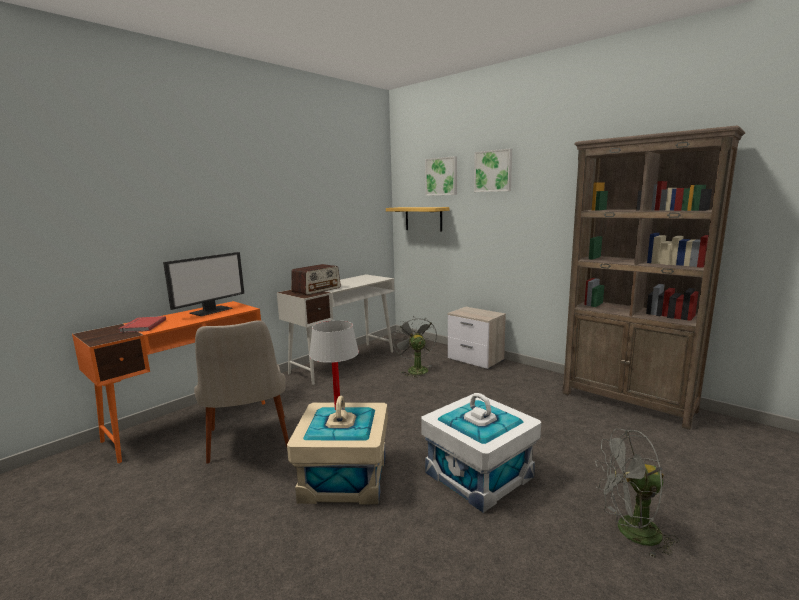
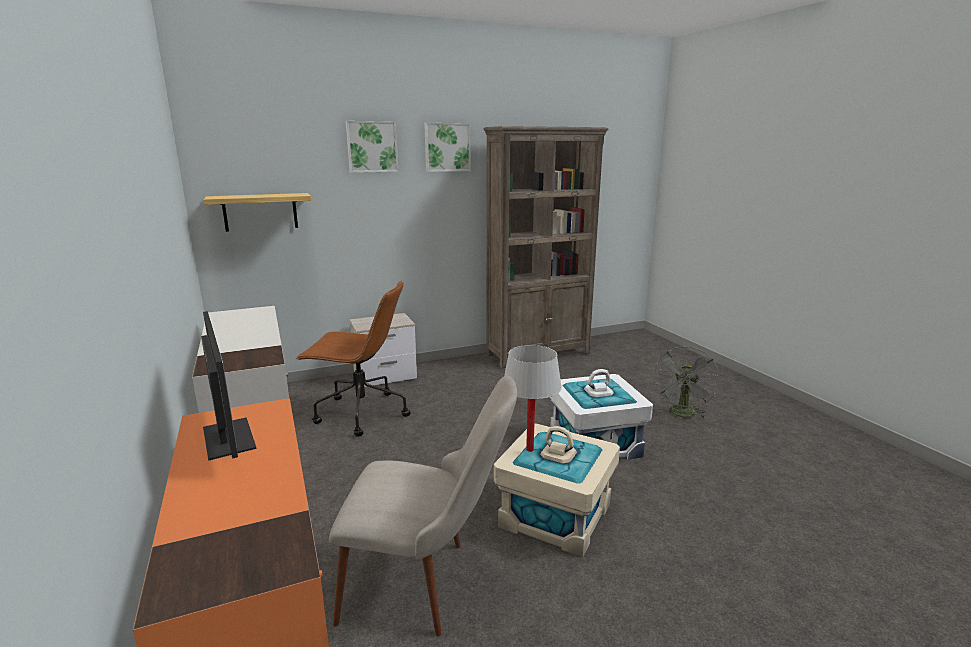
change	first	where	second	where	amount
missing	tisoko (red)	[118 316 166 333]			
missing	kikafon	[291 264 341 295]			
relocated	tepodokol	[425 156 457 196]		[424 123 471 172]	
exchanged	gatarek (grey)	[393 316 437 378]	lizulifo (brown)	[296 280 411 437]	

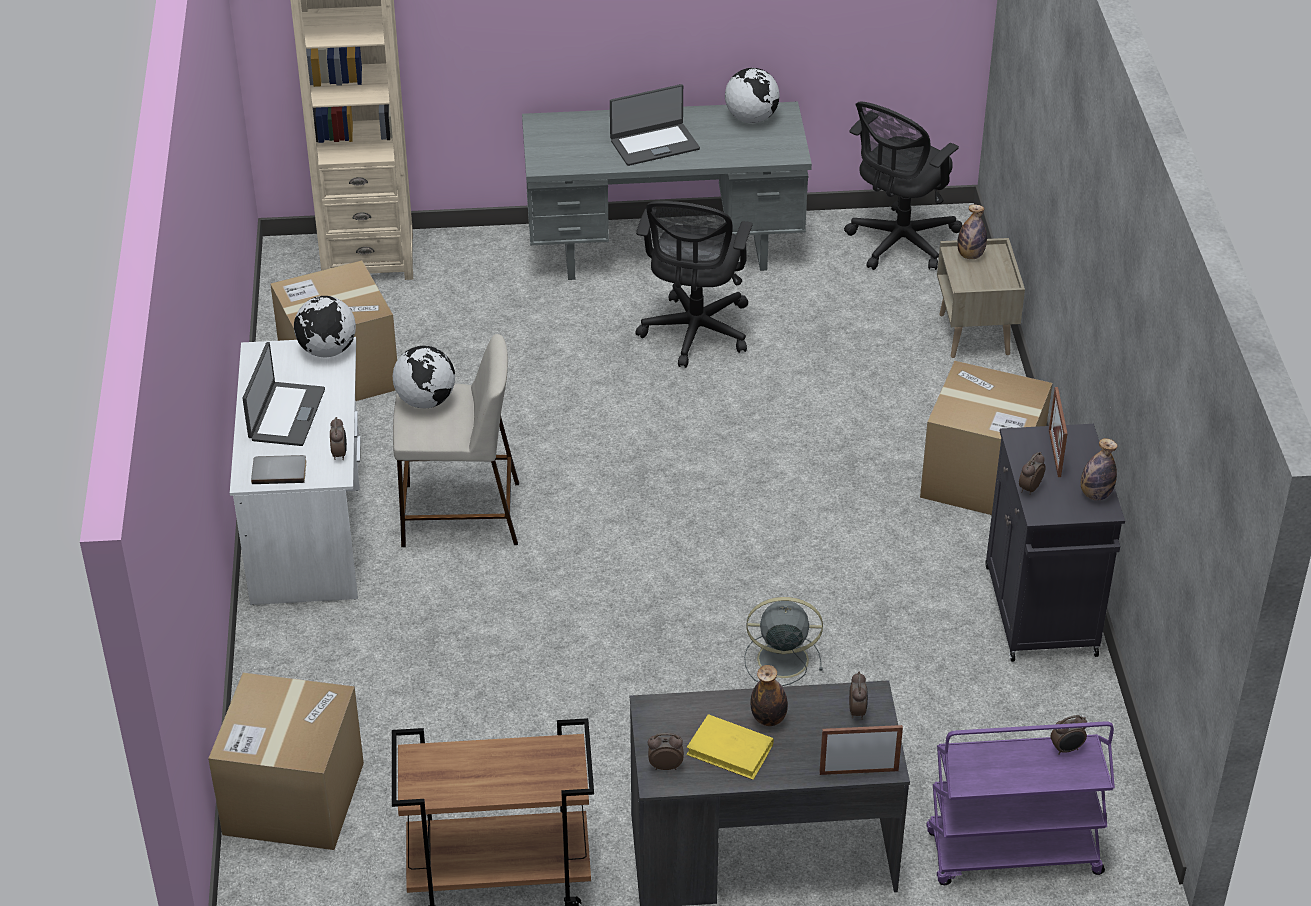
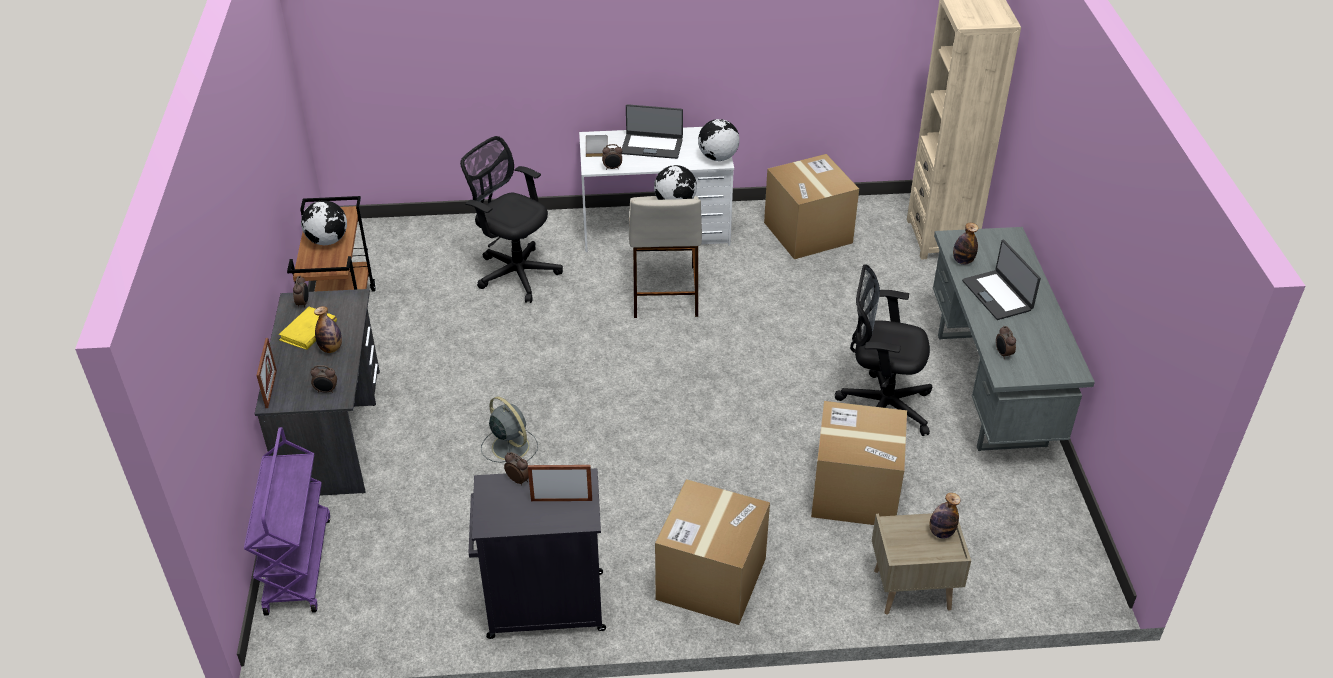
change	first	where	second	where	amount
relocated	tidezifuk	[208 673 364 850]		[811 401 907 525]	
relocated	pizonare	[725 68 780 123]		[301 200 347 245]	
relocated	lizulifo (black)	[844 102 962 270]		[460 136 563 303]	
relocated	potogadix	[1050 715 1087 755]		[996 326 1016 359]	
relocated	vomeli	[1081 438 1118 501]		[953 223 978 265]	
spun	gatarek (grey)	[744 597 823 686]		[481 396 538 463]	45 degrees counterclockwise

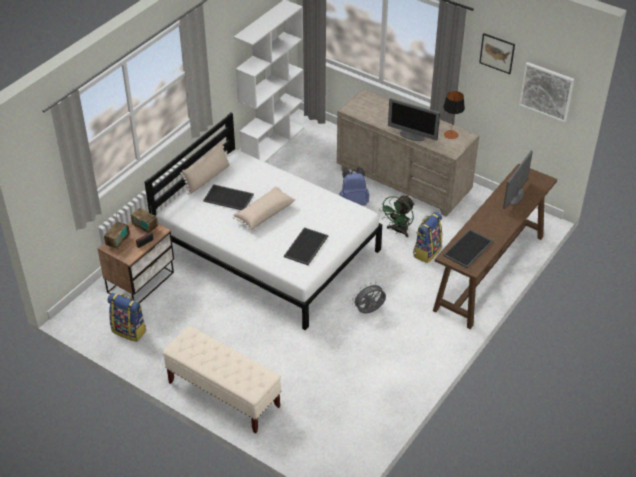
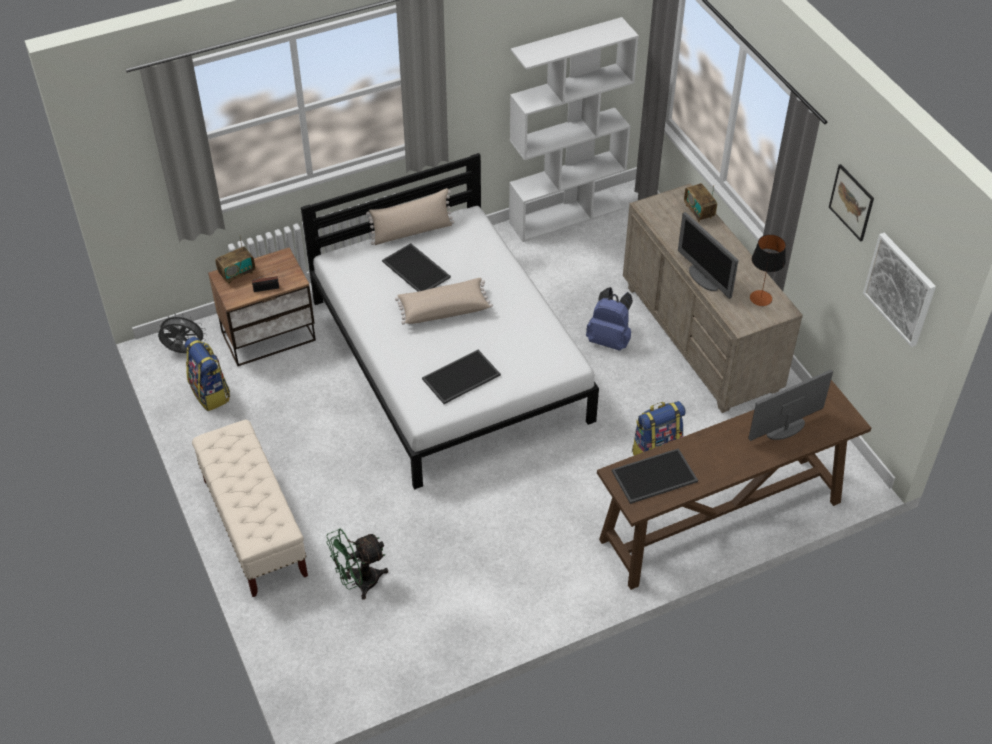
change	first	where	second	where	amount
relocated	kikafon	[131 206 158 233]		[684 183 717 222]	
relocated	gatarek (grey)	[352 283 386 313]		[157 313 207 353]	
relocated	gatarek (green)	[379 195 415 237]		[326 529 388 600]	

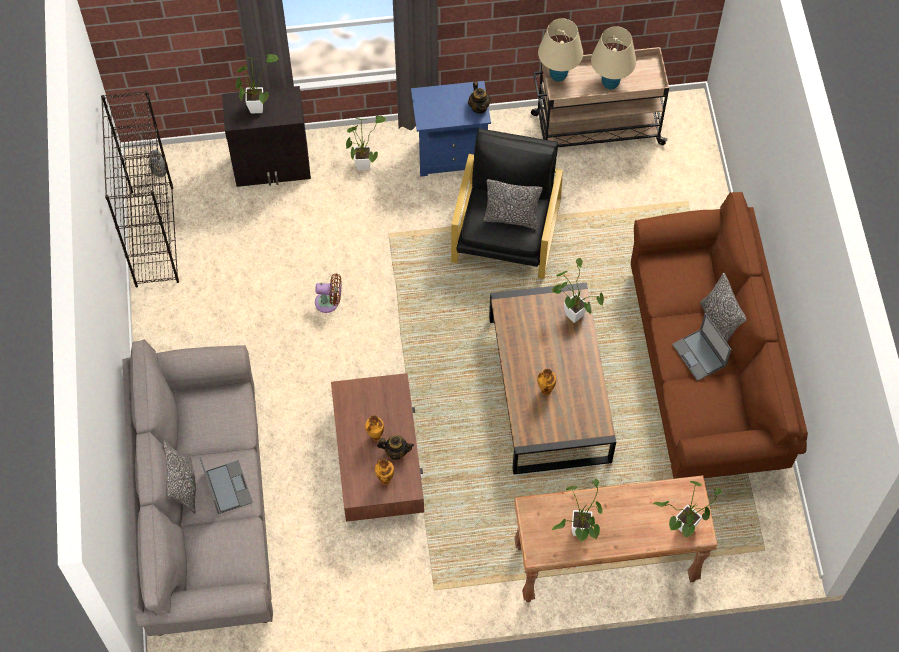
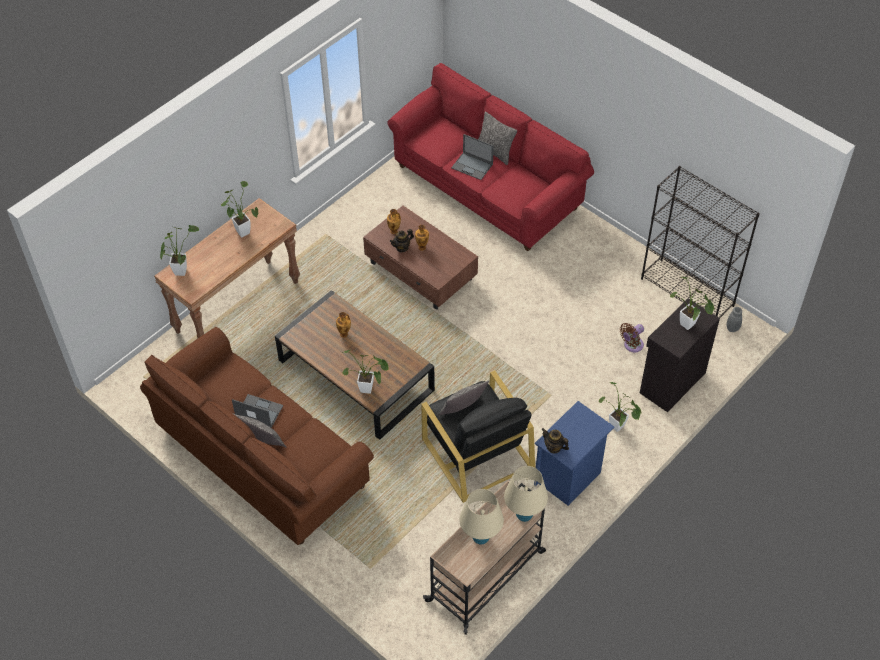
change	first	where	second	where	amount
relocated	gatarek (brown)	[315 273 342 313]		[620 323 644 352]	
colour	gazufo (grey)	[122 339 273 636]	gazufo (red)	[388 63 594 251]	

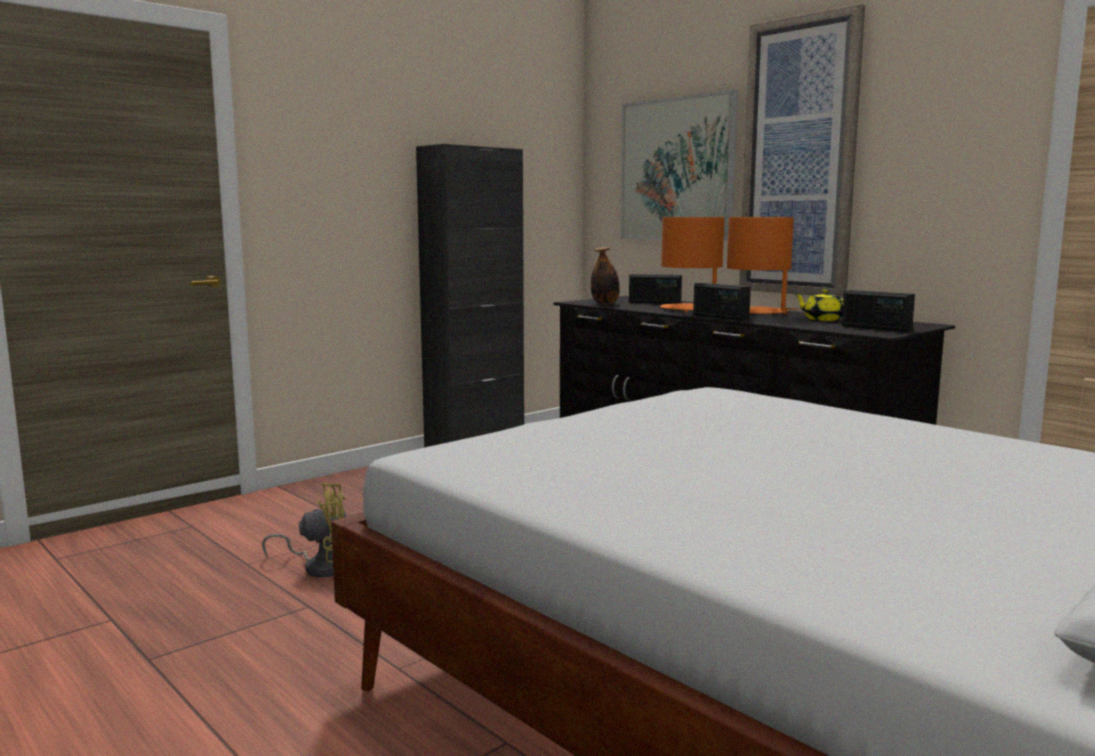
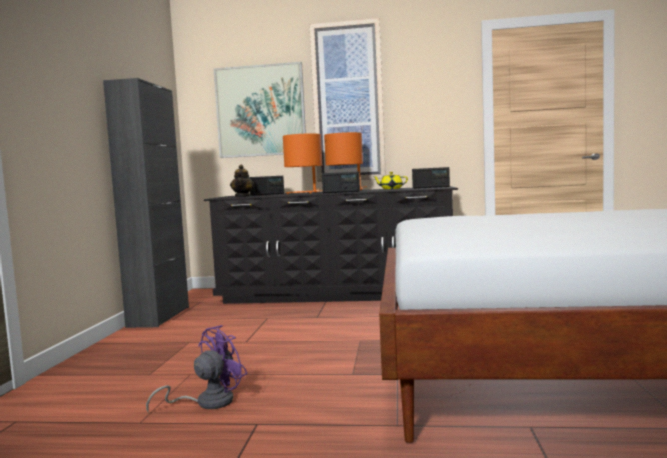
change	first	where	second	where	amount
exchanged	vomeli	[591 247 620 305]	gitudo	[230 164 254 197]	
colour	gatarek (yellow)	[262 483 347 577]	gatarek (purple)	[146 325 248 414]	

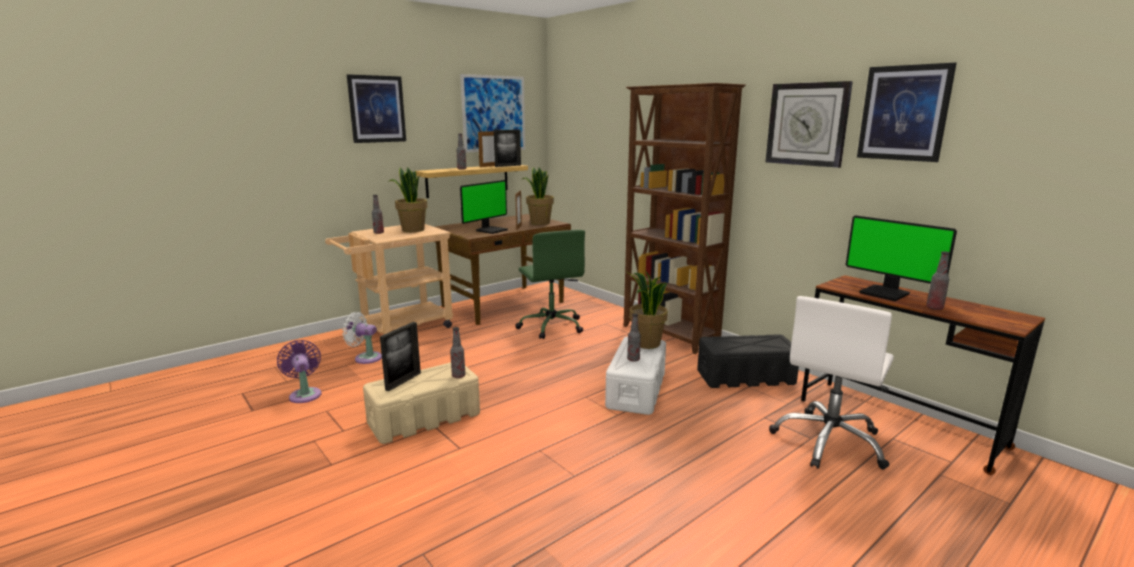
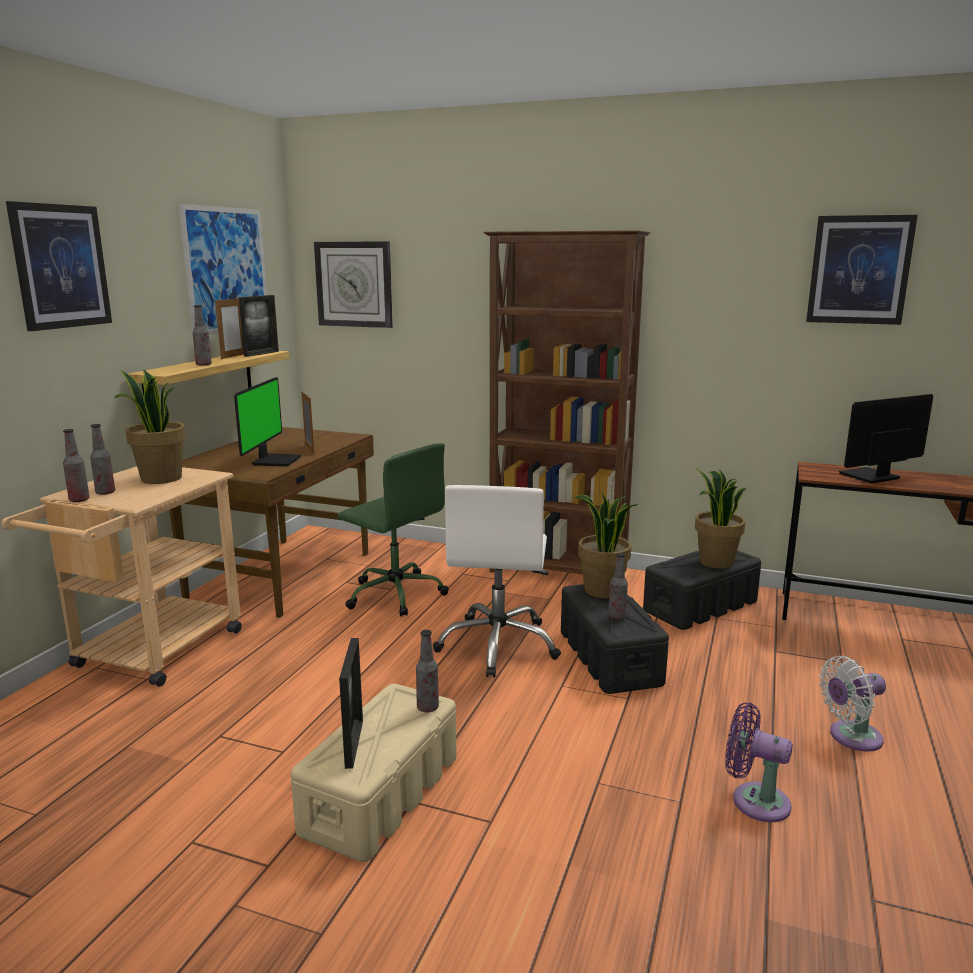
change	first	where	second	where	amount
relocated	gatarek (purple)	[277 340 322 403]		[725 703 793 822]	
relocated	gatarek (white)	[342 312 382 364]		[819 656 886 752]	
relocated	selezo	[521 167 554 225]		[695 467 747 569]	
relocated	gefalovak	[765 81 853 168]		[314 241 393 328]	
relocated	lizulifo (white)	[769 296 894 469]		[433 485 561 678]	
relocated	vomeli	[926 251 950 310]		[63 429 90 502]	
colour	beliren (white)	[605 337 666 415]	beliren (black)	[561 584 669 694]	
spun	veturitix	[846 215 957 301]		[839 394 933 484]	135 degrees clockwise

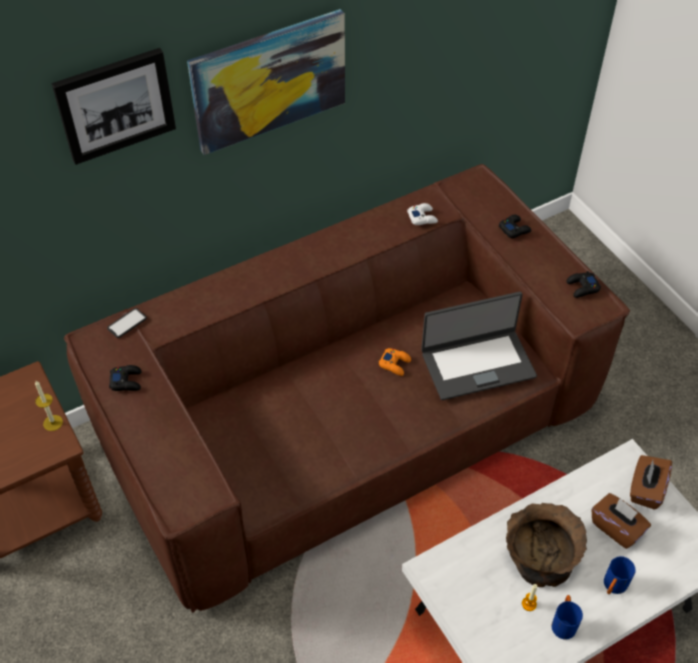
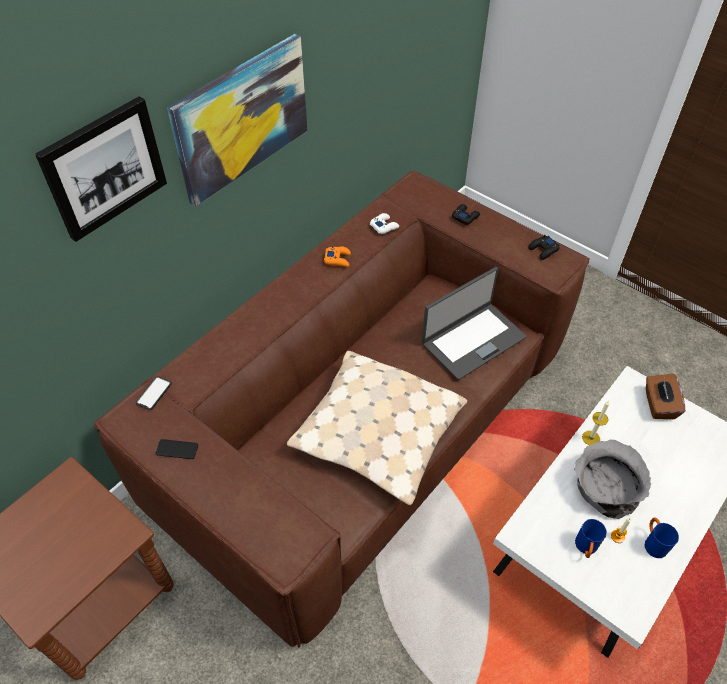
change	first	where	second	where	amount
missing	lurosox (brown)	[592 493 651 549]			
appeared			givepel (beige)	[287 351 467 505]	
relocated	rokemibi	[35 381 63 431]		[582 401 610 446]	
relocated	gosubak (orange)	[378 348 411 376]		[324 246 351 267]	
relocated	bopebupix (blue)	[604 556 636 594]		[575 519 607 558]	
exchanged	gosubak (black)	[109 365 142 391]	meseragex	[156 439 198 459]	
colour	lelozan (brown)	[506 503 587 587]	lelozan (grey)	[574 440 651 519]	

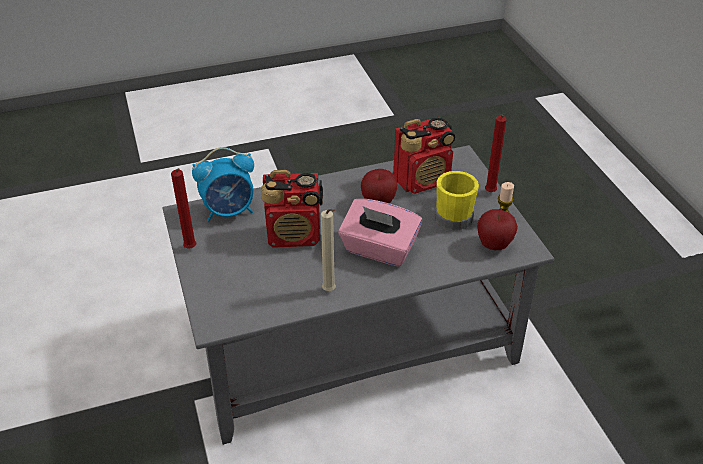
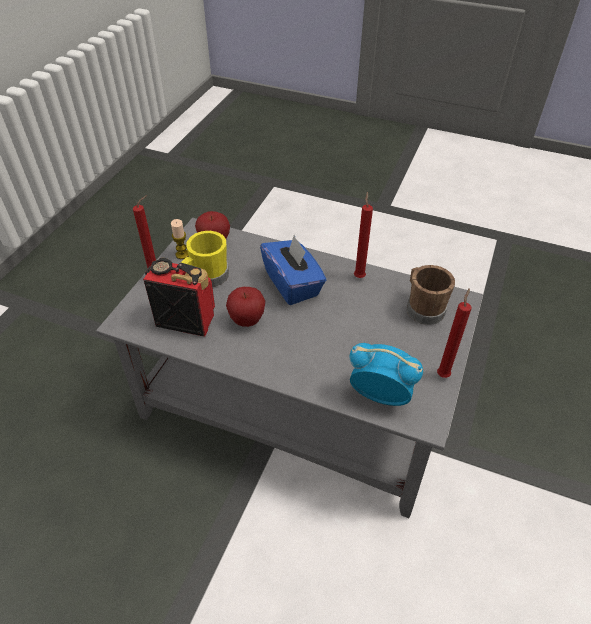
change	first	where	second	where	amount
missing	kikafon	[261 170 323 248]			
appeared			bopebupix (brown)	[407 265 455 325]	
colour	rokemibi (beige)	[321 209 336 291]	rokemibi (red)	[354 192 373 278]	
colour	lurosox (pink)	[338 199 422 267]	lurosox (blue)	[260 235 326 305]	

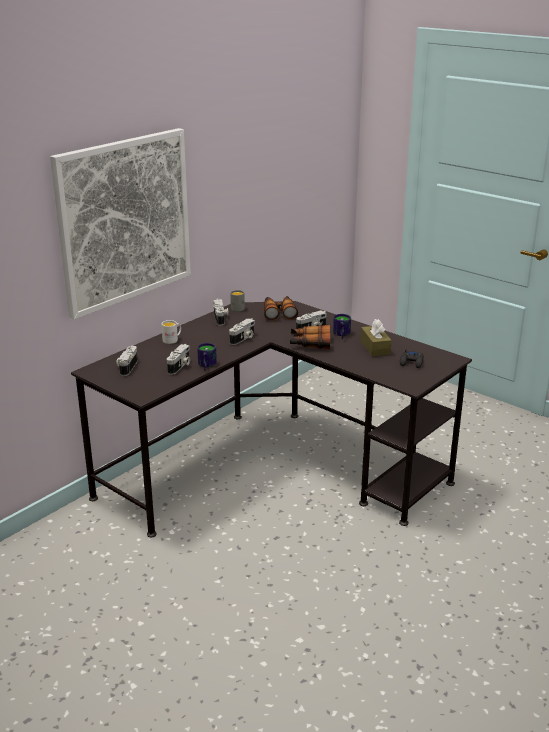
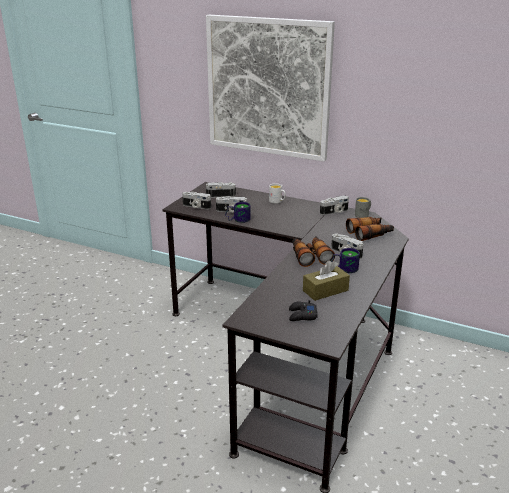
change	first	where	second	where	amount
relocated	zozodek	[229 318 255 345]		[182 192 211 209]	

